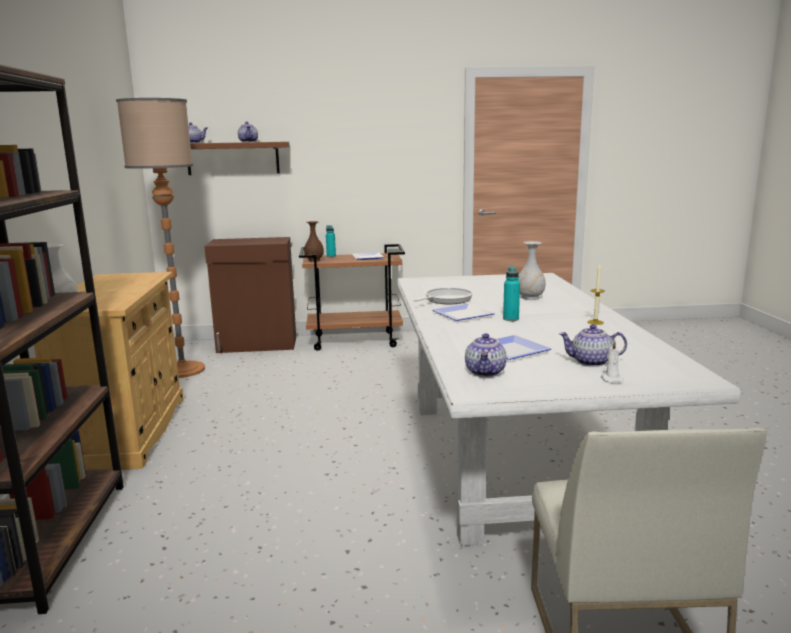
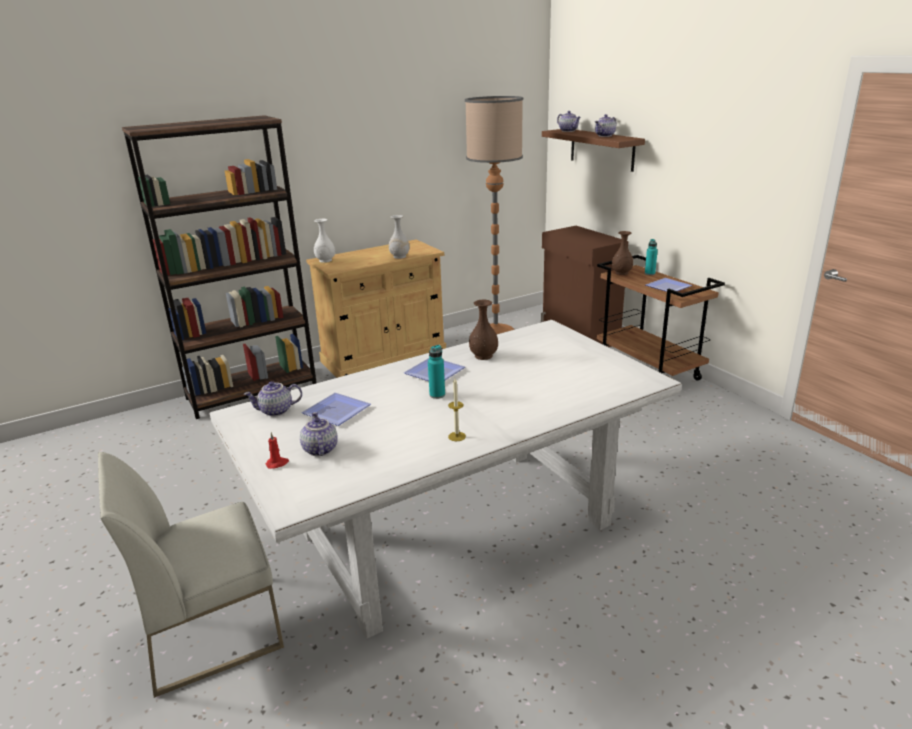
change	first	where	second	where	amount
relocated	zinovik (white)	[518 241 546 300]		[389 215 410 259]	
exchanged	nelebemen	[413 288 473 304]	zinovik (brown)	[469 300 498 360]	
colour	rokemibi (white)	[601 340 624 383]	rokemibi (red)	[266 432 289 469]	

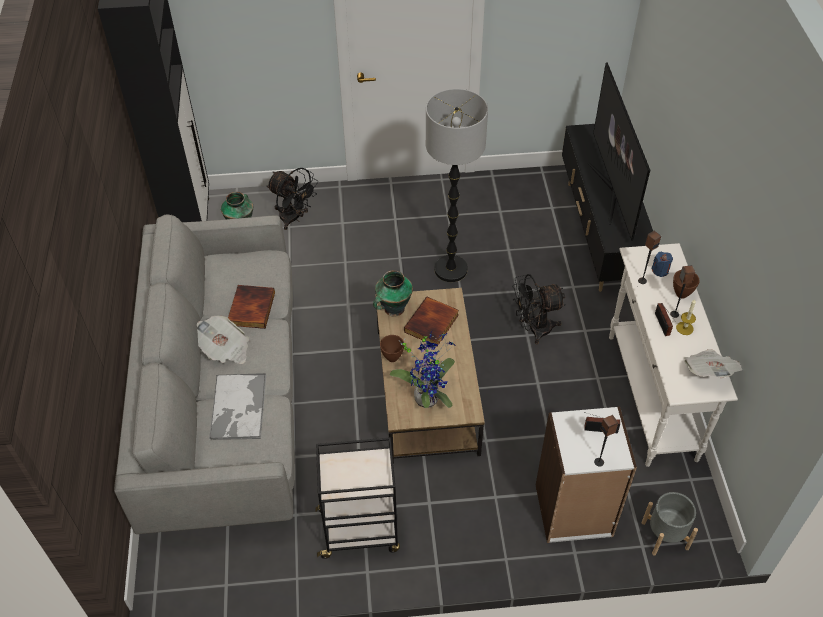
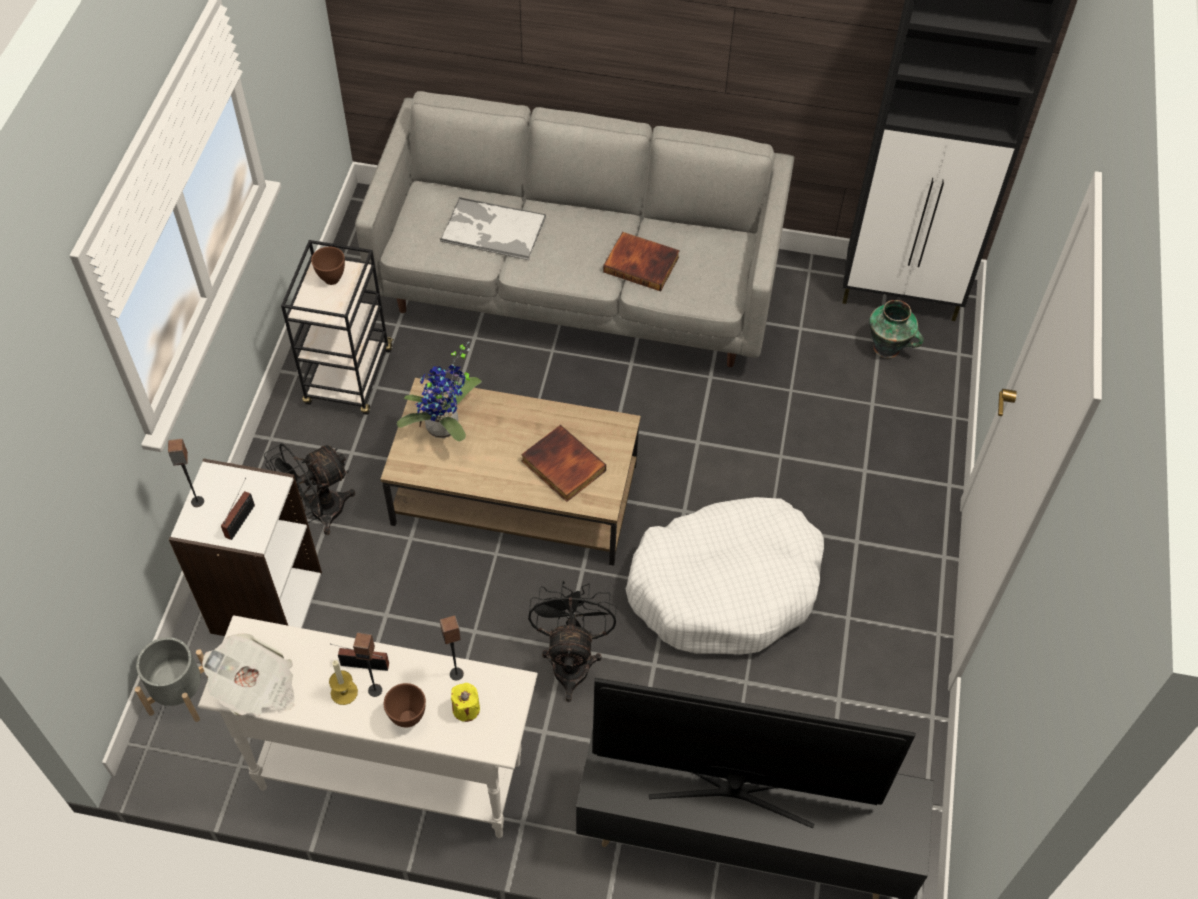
change	first	where	second	where	amount
missing	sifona	[197 316 249 364]			
missing	zinovik	[373 270 413 317]			
relocated	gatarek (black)	[266 168 318 230]		[264 443 355 535]	
relocated	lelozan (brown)	[380 335 404 362]		[311 247 345 285]	
exchanged	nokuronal	[426 89 488 282]	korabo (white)	[625 497 824 654]	
colour	rokemibi (blue)	[651 252 673 277]	rokemibi (yellow)	[451 683 480 722]	

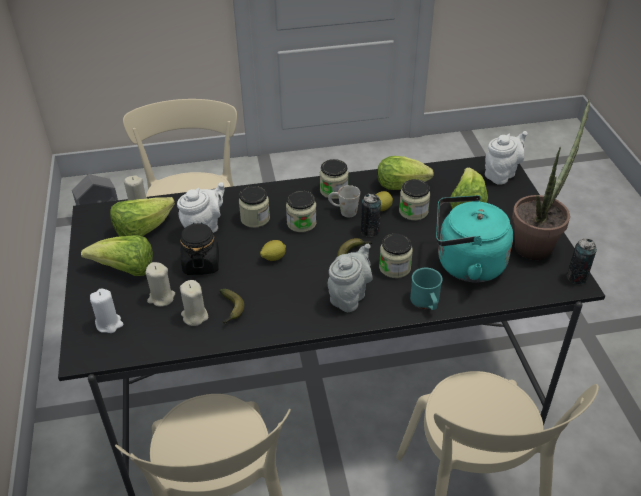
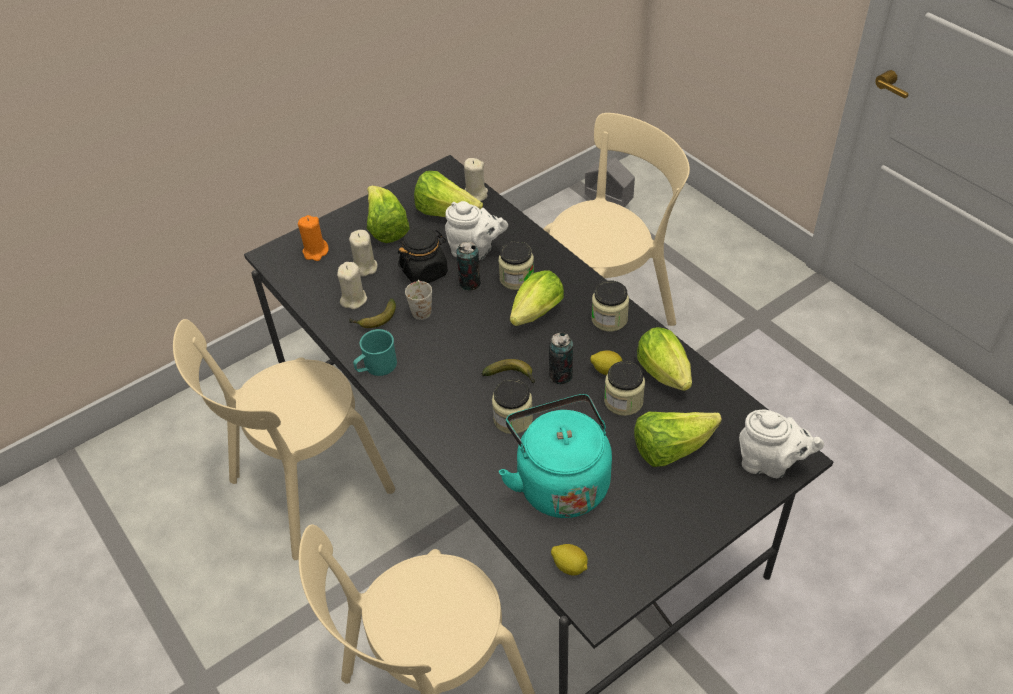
change	first	where	second	where	amount
missing	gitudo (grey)	[328 244 372 312]			
missing	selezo	[512 99 590 260]			
relocated	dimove	[260 240 286 261]		[551 544 588 575]	
relocated	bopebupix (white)	[328 185 360 217]		[405 280 432 320]	
relocated	bopebupix (turquoise)	[410 268 443 310]		[353 329 397 376]	
relocated	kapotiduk	[567 239 597 284]		[456 241 481 291]	
exchanged	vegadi	[286 191 317 232]	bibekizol	[510 270 564 326]	
colour	rokemibi (white)	[90 288 123 333]	rokemibi (orange)	[298 215 329 261]	

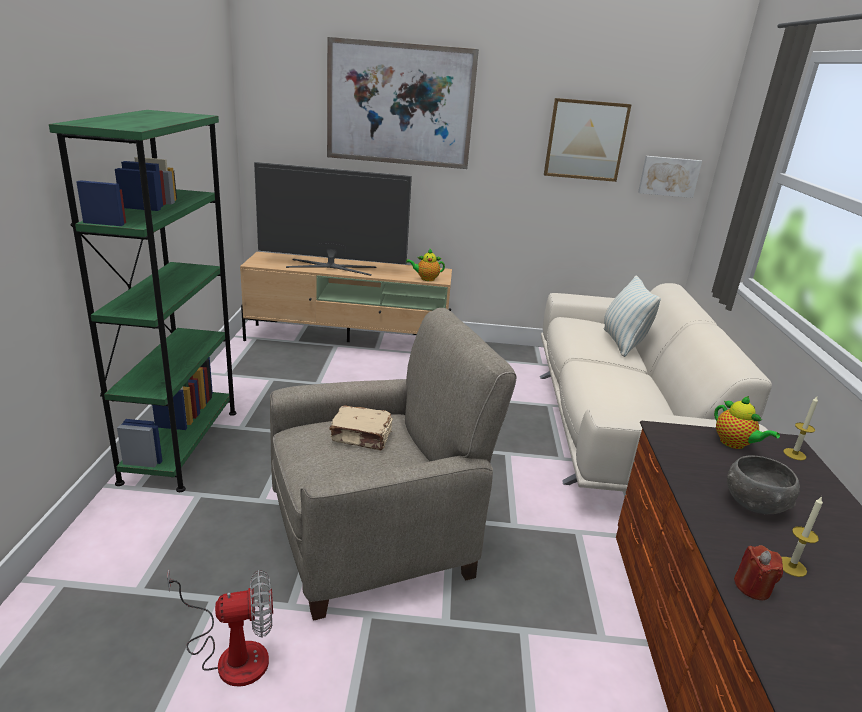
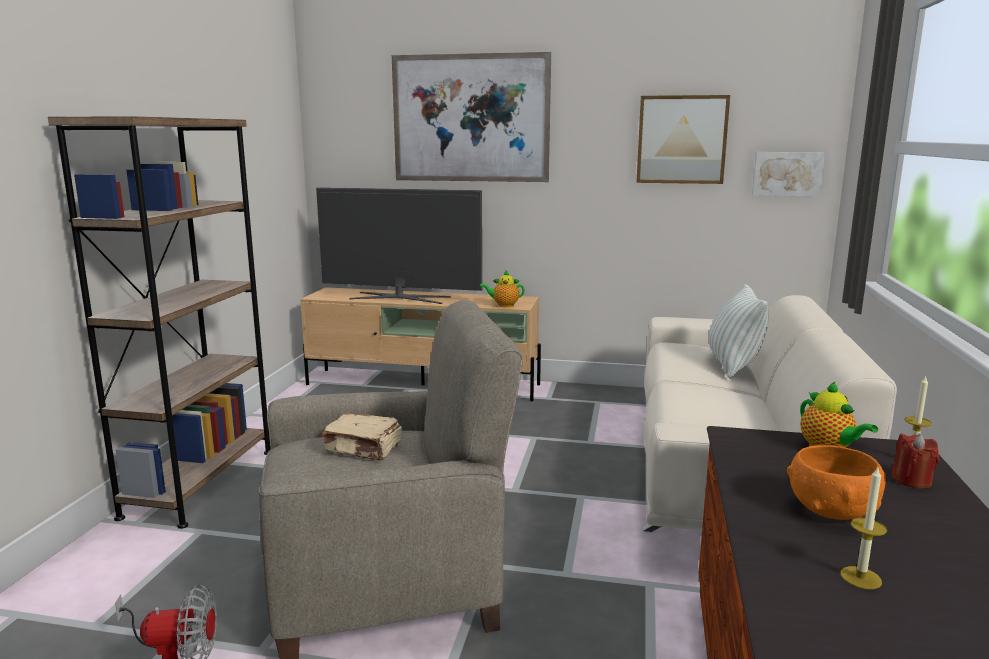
change	first	where	second	where	amount
relocated	rokemibi (red)	[734 545 783 600]		[892 433 939 489]	
colour	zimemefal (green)	[49 110 237 492]	zimemefal (brown)	[48 116 271 529]	
colour	lelozan (grey)	[727 455 800 514]	lelozan (orange)	[787 445 886 520]	

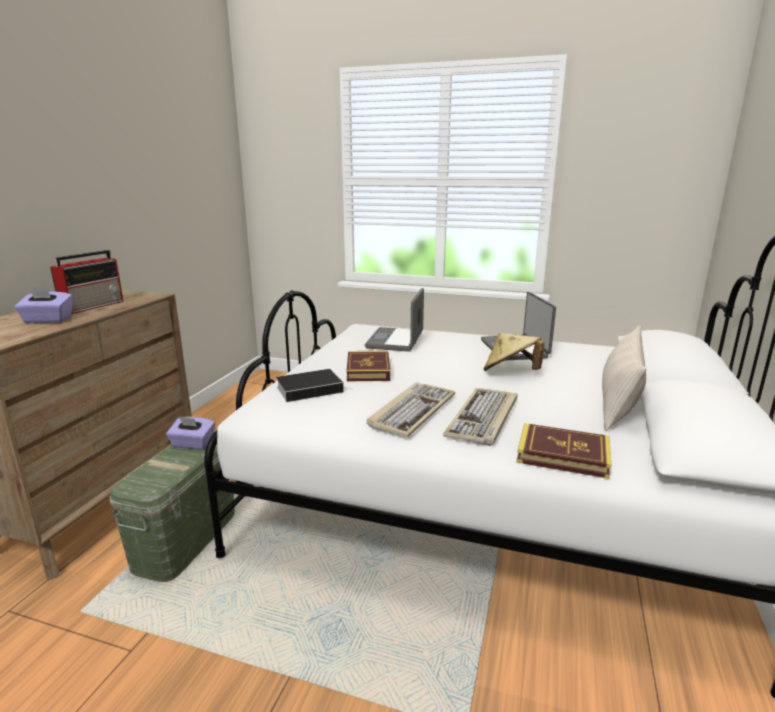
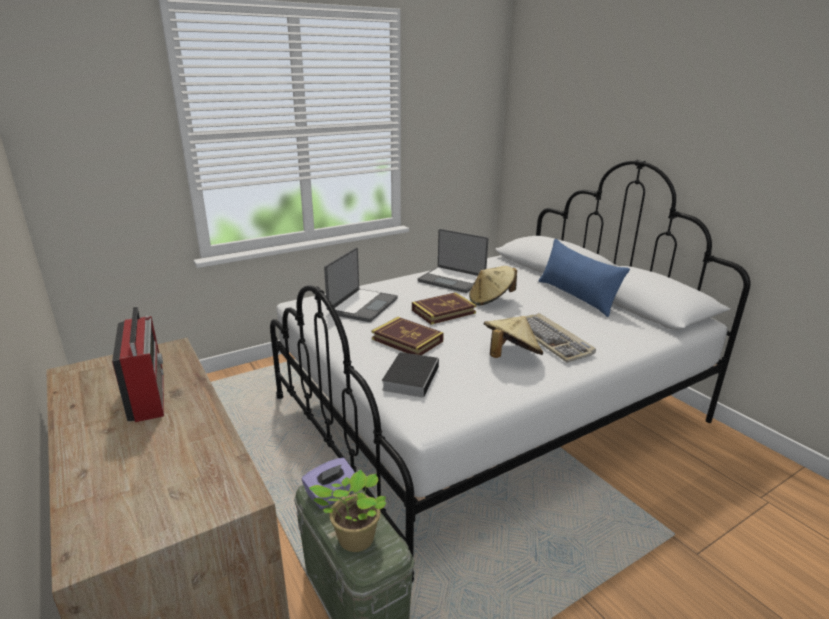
change	first	where	second	where	amount
missing	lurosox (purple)	[14 287 73 323]			
appeared			selezo	[309 470 387 552]	
relocated	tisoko	[517 423 611 479]		[412 292 476 325]	
exchanged	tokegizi	[367 382 455 437]	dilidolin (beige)	[484 316 543 358]	
colour	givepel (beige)	[602 325 646 431]	givepel (blue)	[539 239 630 317]	
spun	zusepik	[365 288 424 352]		[324 248 398 322]	120 degrees counterclockwise

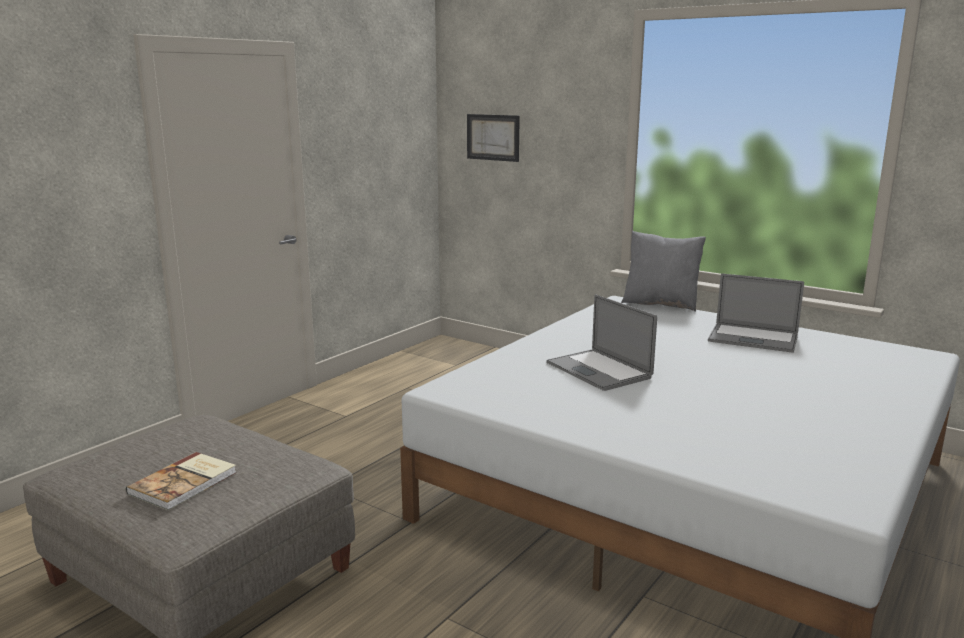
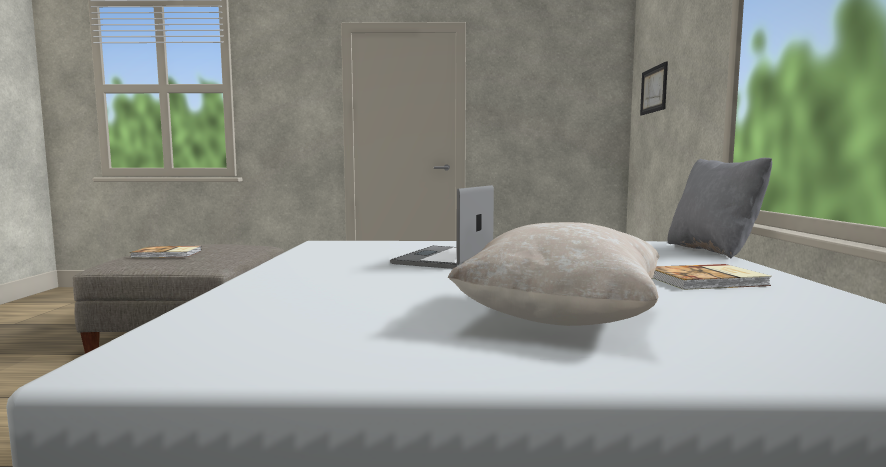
change	first	where	second	where	amount
appeared			givepel (beige)	[447 222 660 326]	
exchanged	zusepik	[708 273 804 353]	tisoko	[653 264 772 290]	

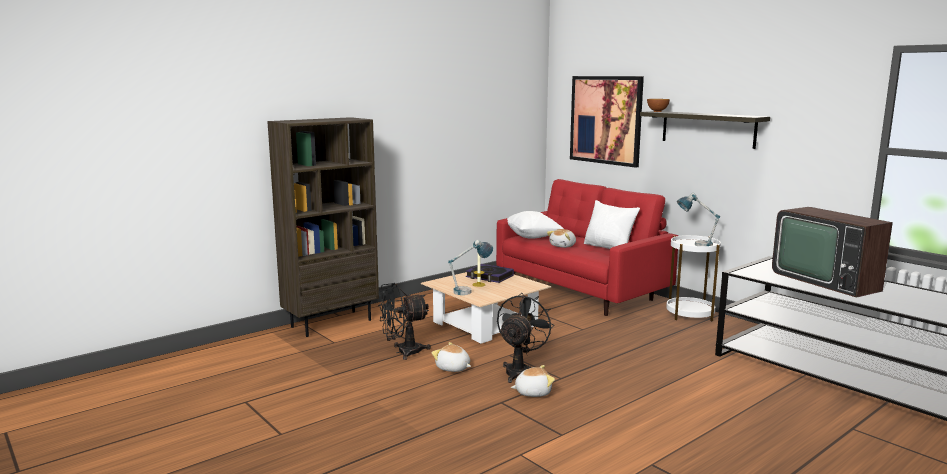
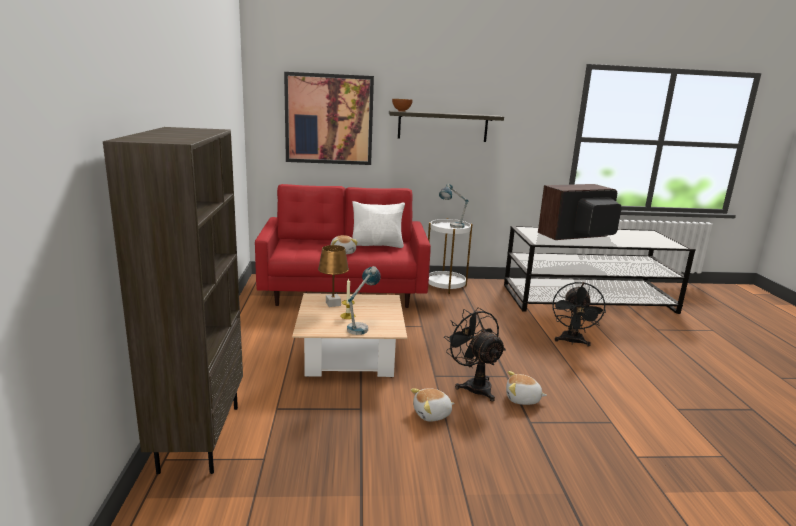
change	first	where	second	where	amount
missing	givepel (white)	[507 211 564 239]			
relocated	gatarek (black)	[378 283 431 360]		[552 282 606 347]	
exchanged	tisoko	[466 264 514 283]	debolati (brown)	[318 245 349 307]	
spun	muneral	[511 365 555 397]		[506 371 547 405]	105 degrees counterclockwise
spun	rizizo	[772 207 893 297]		[538 184 622 240]	150 degrees clockwise

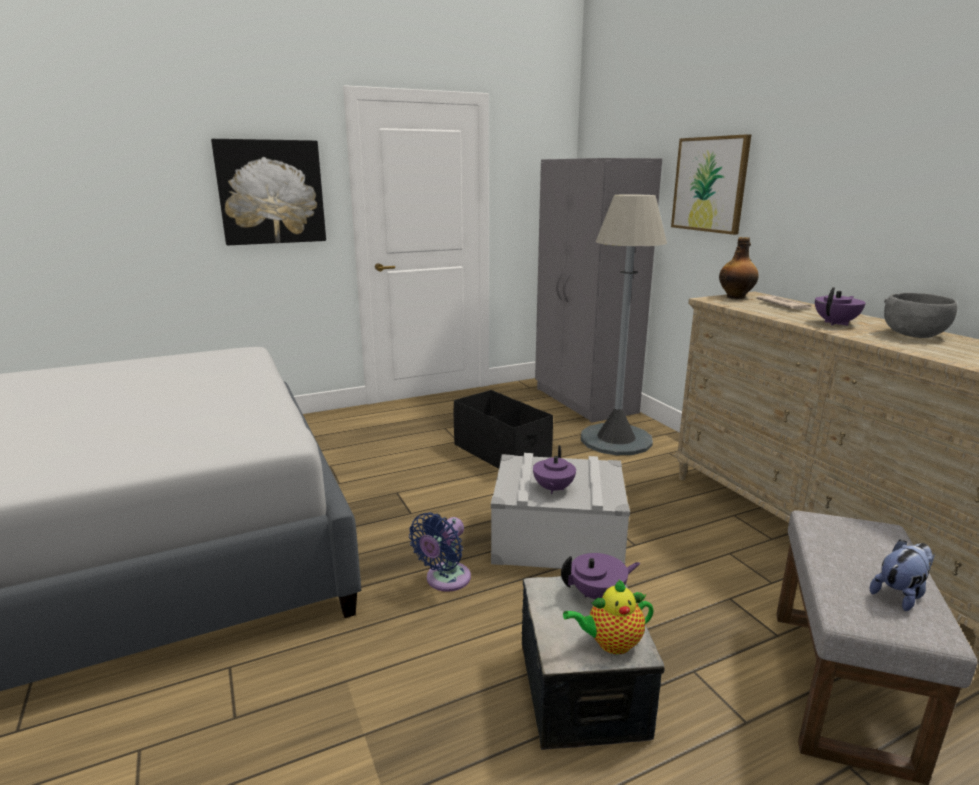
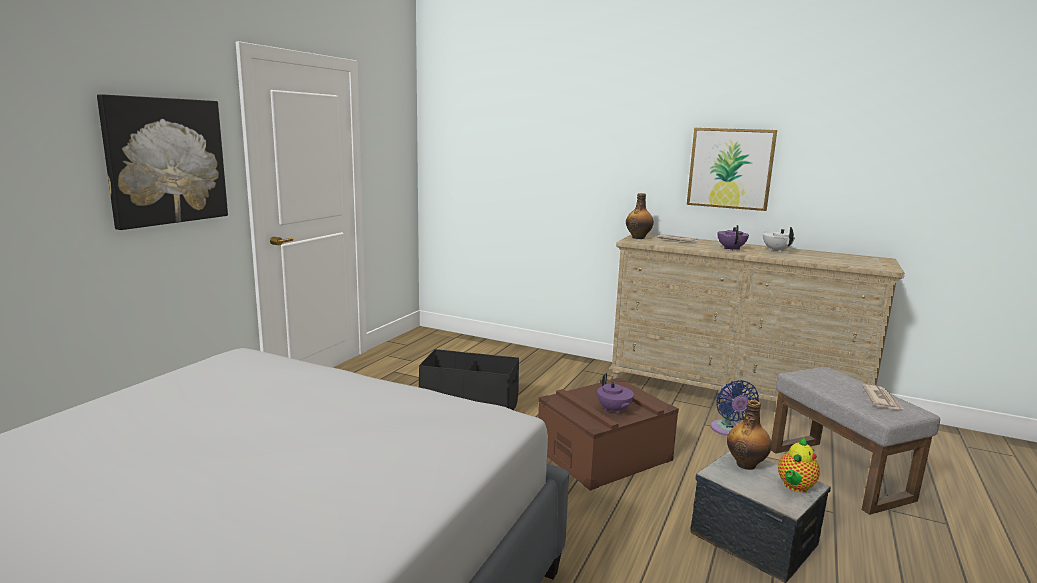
change	first	where	second	where	amount
missing	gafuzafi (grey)	[535 158 662 423]			
missing	nokuronal (grey)	[581 194 667 455]			
relocated	gatarek (blue)	[409 512 471 592]		[711 380 759 436]	
relocated	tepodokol	[671 134 751 235]		[687 128 777 211]	
exchanged	gitudo (purple)	[561 553 640 599]	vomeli	[727 400 772 470]	
exchanged	muneral	[870 540 935 611]	sifona	[862 384 903 409]	
exchanged	lelozan (grey)	[884 293 957 338]	gitudo (white)	[763 227 795 252]	
colour	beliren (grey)	[491 453 630 569]	beliren (brown)	[538 377 679 491]	

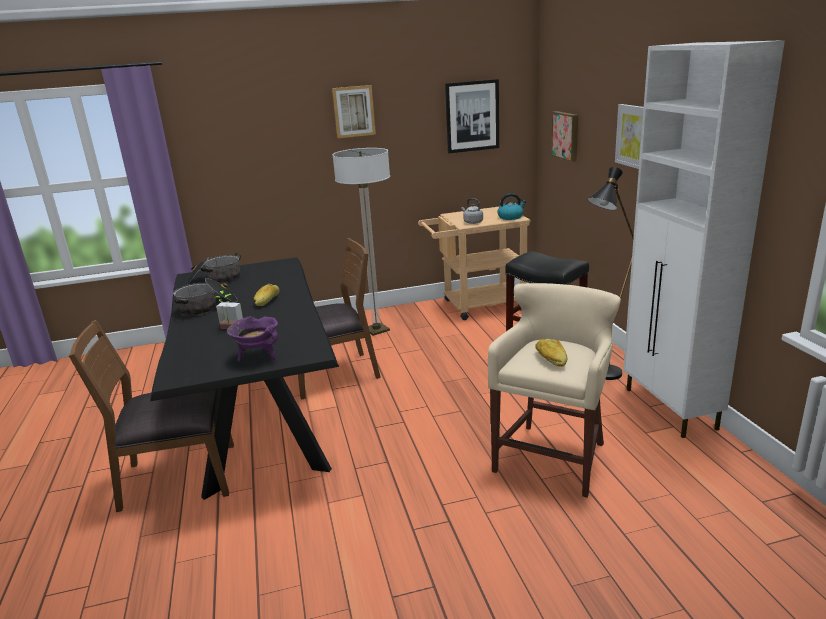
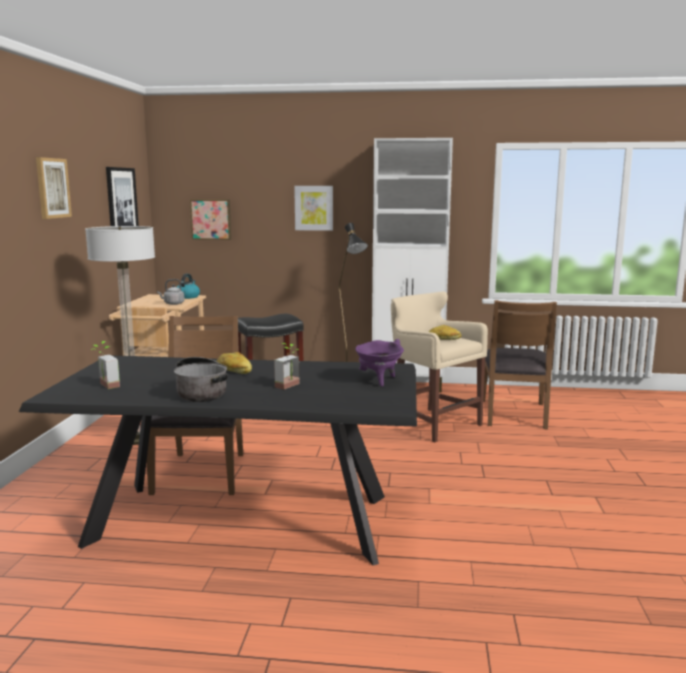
change	first	where	second	where	amount
relocated	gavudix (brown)	[69 320 234 512]		[483 300 557 430]	
exchanged	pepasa	[187 253 241 285]	selezo	[91 341 120 389]	

